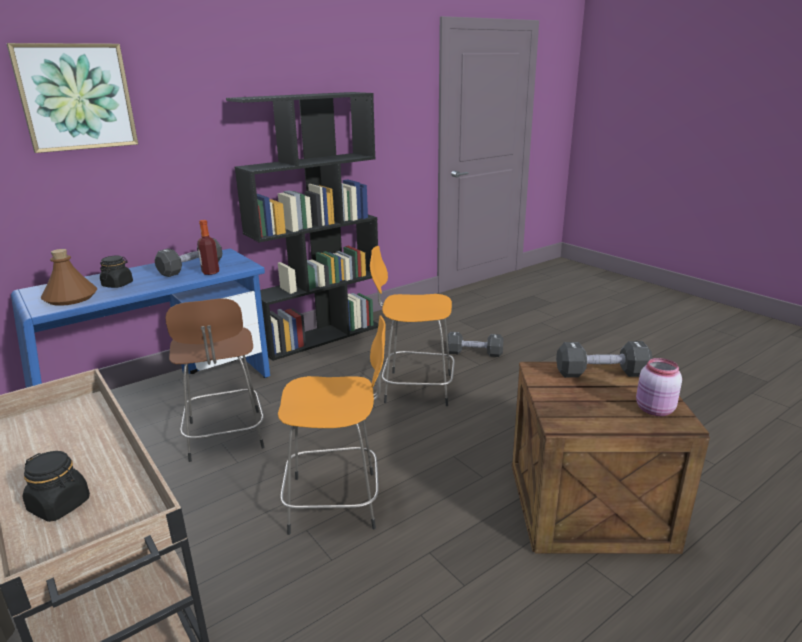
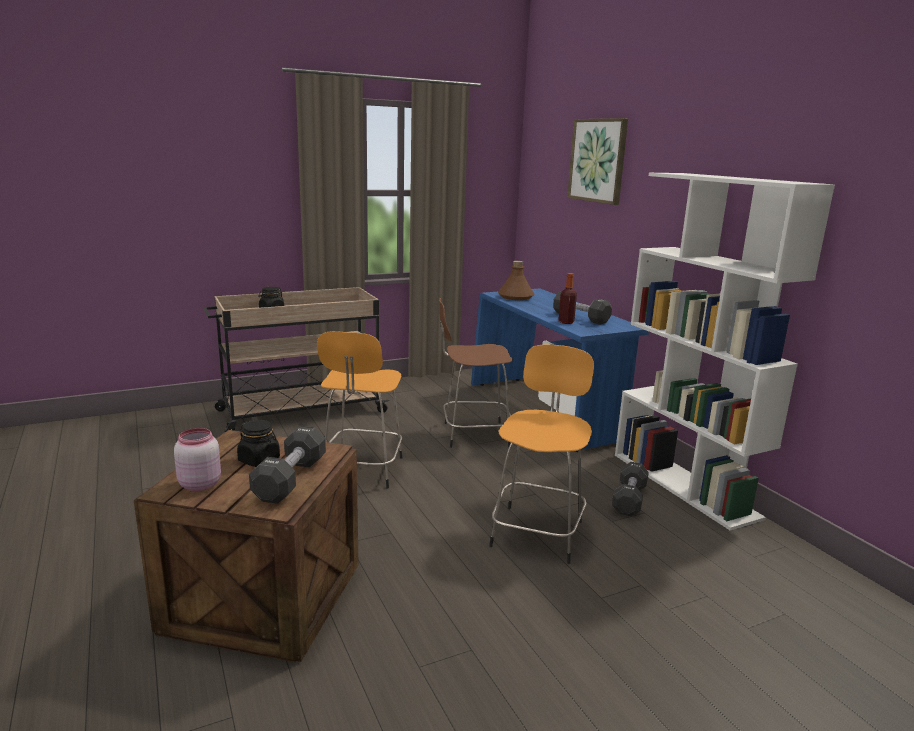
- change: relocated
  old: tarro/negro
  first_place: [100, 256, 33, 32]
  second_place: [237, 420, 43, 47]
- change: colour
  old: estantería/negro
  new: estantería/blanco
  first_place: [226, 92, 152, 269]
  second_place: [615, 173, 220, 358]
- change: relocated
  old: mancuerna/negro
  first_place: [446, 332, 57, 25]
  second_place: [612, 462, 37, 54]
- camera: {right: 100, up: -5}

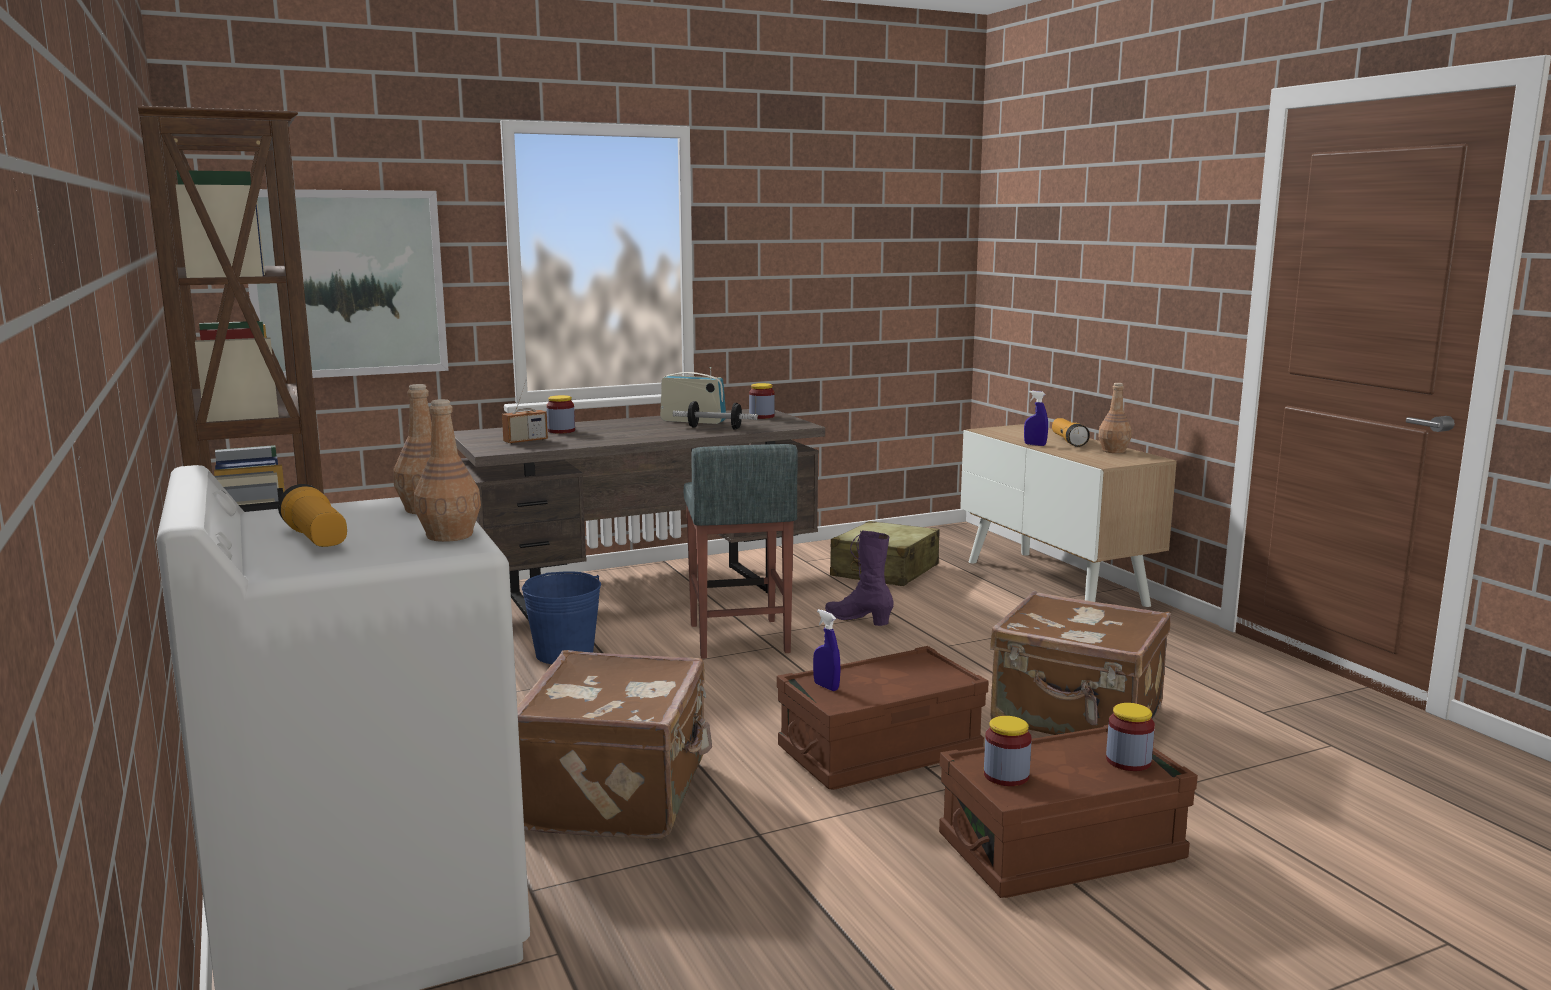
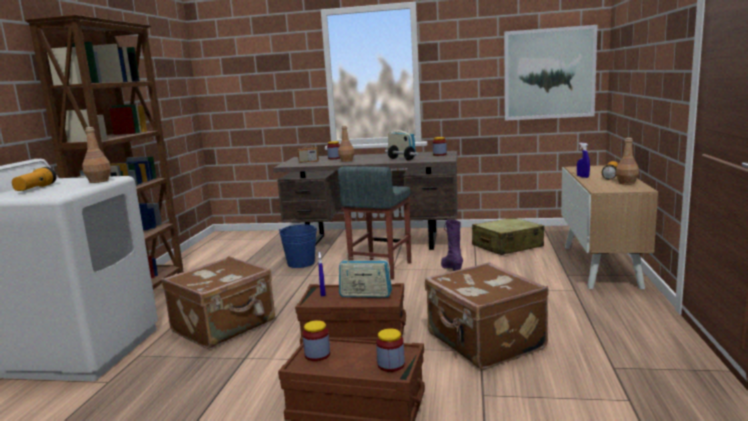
- change: relocated
  old: cuadro
  first_place: [248, 189, 201, 189]
  second_place: [504, 25, 94, 96]
- change: relocated
  old: botella/marrón
  first_place: [414, 399, 67, 143]
  second_place: [338, 126, 16, 36]
- change: appeared
  new: radio
  second_place: [339, 254, 53, 44]
- camera: {right: 35, up: 0}

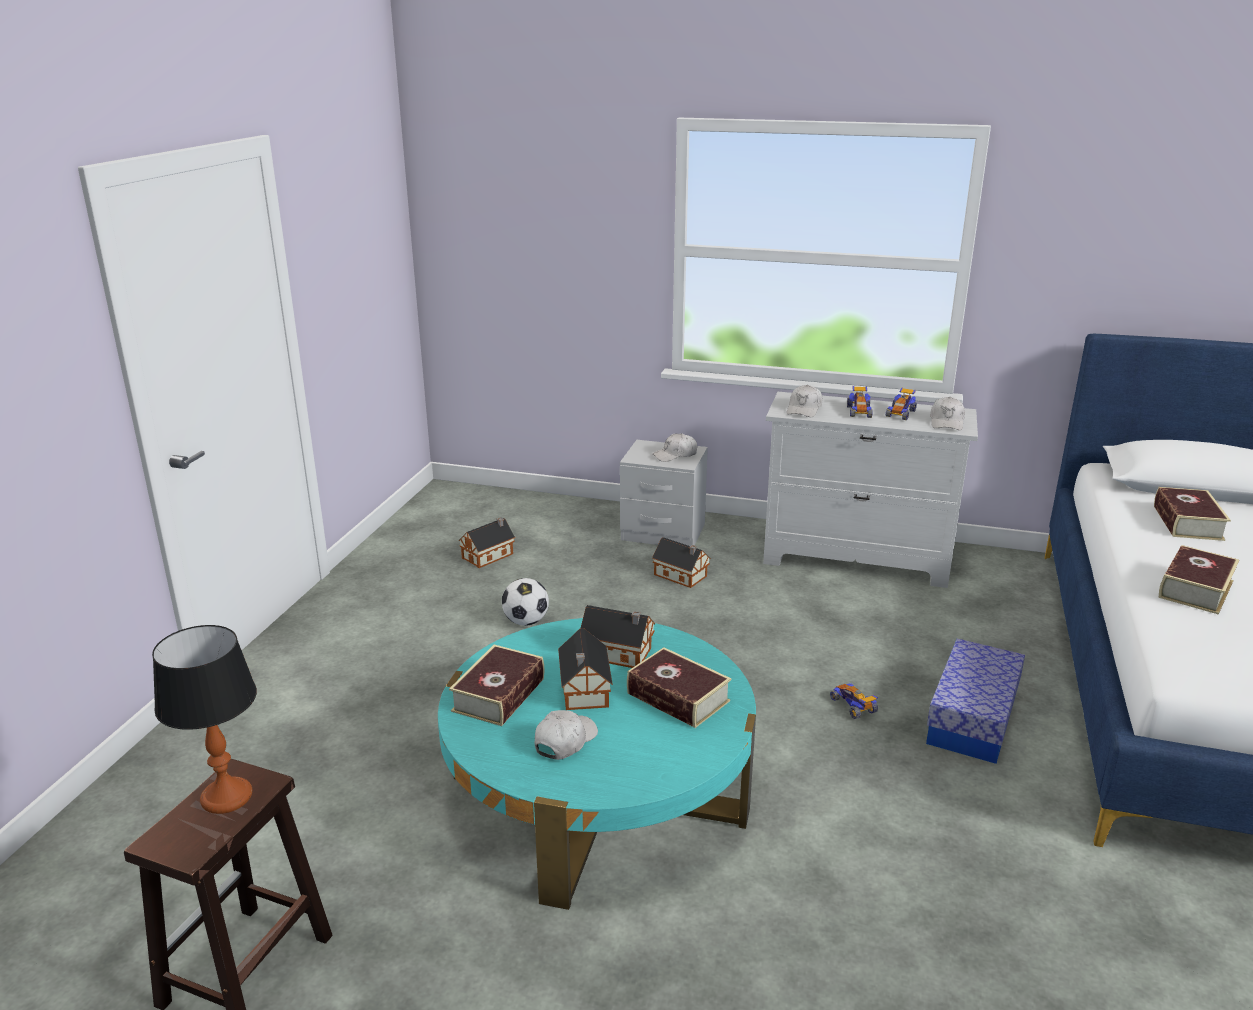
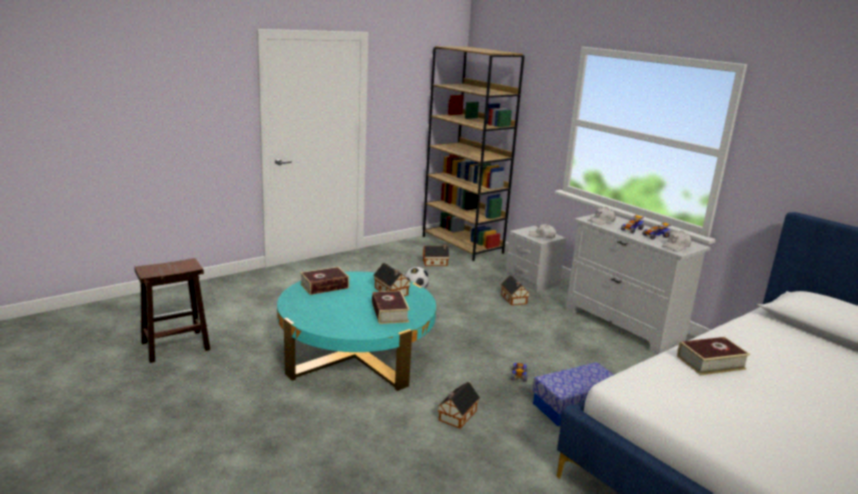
- change: missing
  old: lámpara de mesa
  first_place: [152, 625, 105, 189]
- change: missing
  old: gorra/blanco
  first_place: [535, 710, 63, 50]
- change: relocated
  old: casita
  first_place: [558, 628, 55, 82]
  second_place: [437, 382, 43, 47]
- change: missing
  old: libro
  first_place: [1154, 487, 77, 54]
- change: appeared
  new: estantería/marrón
  second_place: [423, 46, 102, 215]
- camera: {right: 35, up: -5}

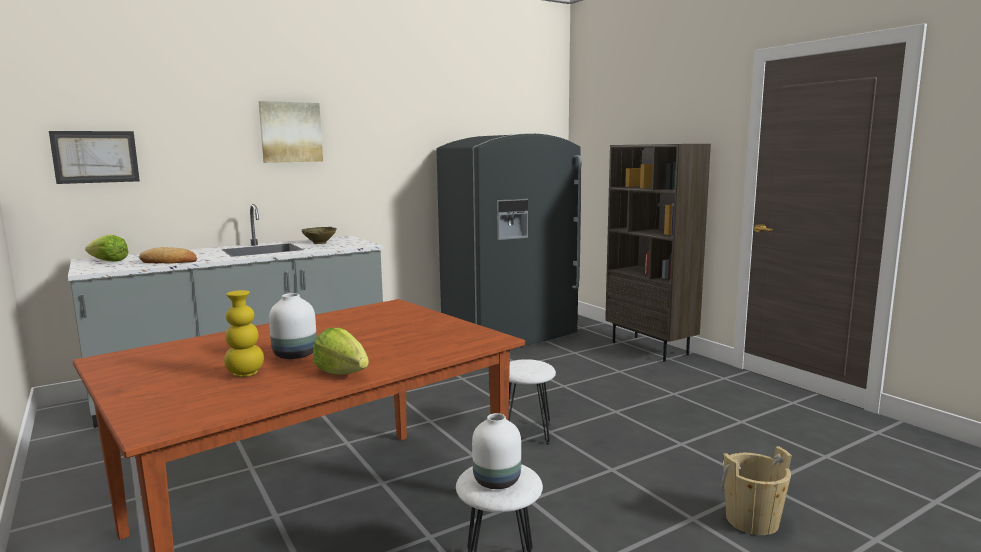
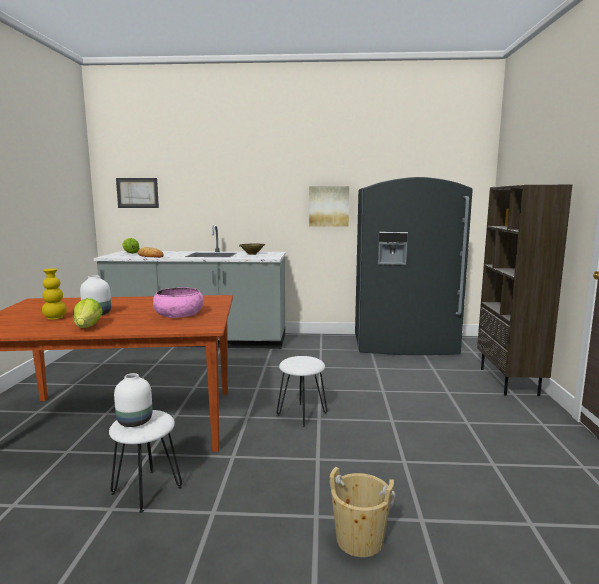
- change: relocated
  old: cuadro
  first_place: [259, 101, 64, 62]
  second_place: [309, 186, 40, 41]
- change: appeared
  new: cuenco/rosa
  second_place: [153, 287, 50, 31]
- camera: {right: 35, up: 0}

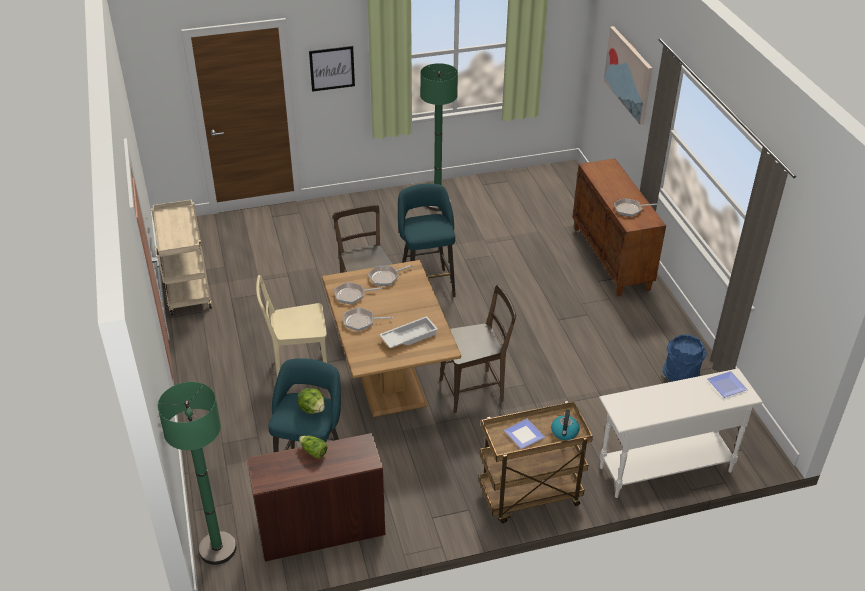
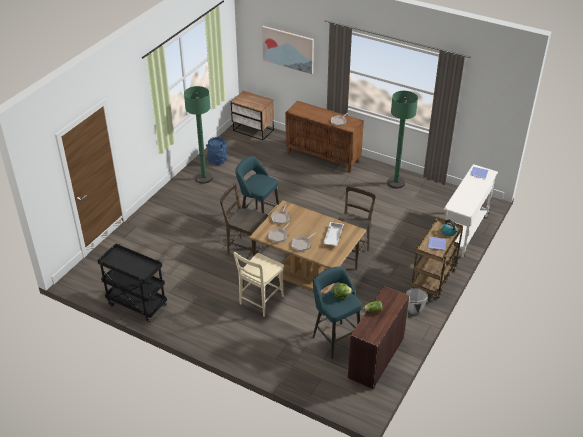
- change: colour
  old: carrito/beis
  new: carrito/negro
  first_place: [151, 199, 61, 116]
  second_place: [97, 243, 70, 80]
- change: relocated
  old: lámpara de pie/verde
  first_place: [158, 382, 78, 183]
  second_place: [387, 91, 31, 98]
- change: missing
  old: cuadro
  first_place: [309, 46, 46, 46]
- change: relocated
  old: cubo/azul
  first_place: [662, 335, 45, 47]
  second_place: [206, 137, 22, 28]
- change: appeared
  new: mesita de noche
  second_place: [231, 91, 43, 49]
- change: appeared
  new: cubo/gris
  second_place: [406, 288, 22, 27]
- camera: {right: -45, up: 0}

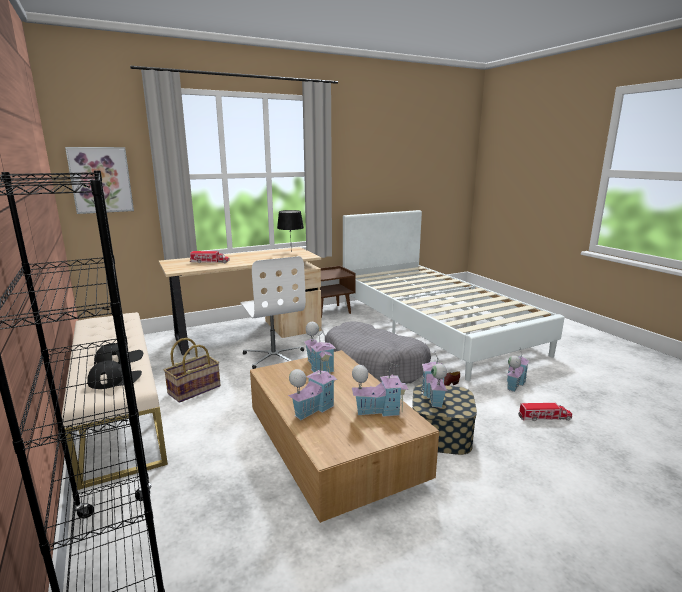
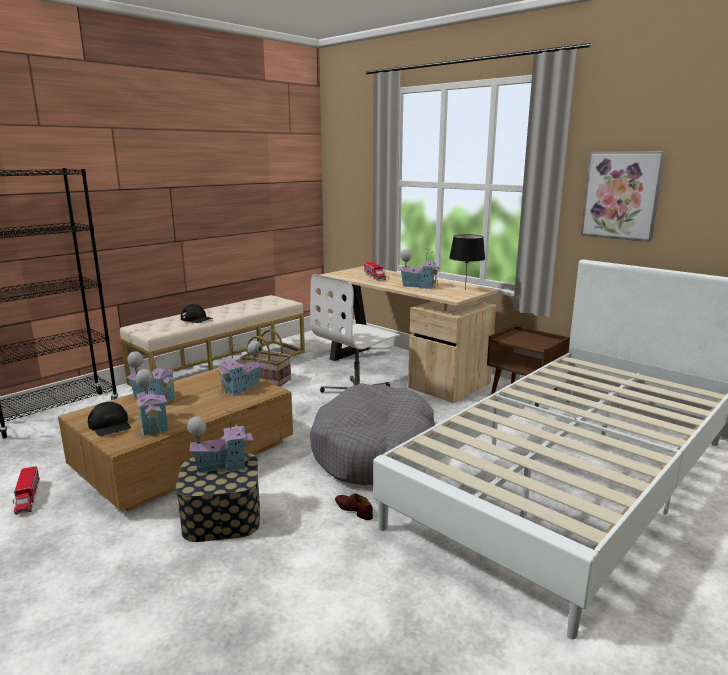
- change: relocated
  old: cuadro
  first_place: [65, 147, 69, 67]
  second_place: [581, 151, 84, 91]
- change: relocated
  old: gorra/negro
  first_place: [87, 360, 55, 29]
  second_place: [88, 402, 43, 34]
- change: relocated
  old: casita
  first_place: [506, 348, 23, 44]
  second_place: [399, 248, 41, 41]
- change: relocated
  old: camión de juguete
  first_place: [518, 403, 54, 18]
  second_place: [13, 466, 27, 49]
- camera: {right: 70, up: 0}

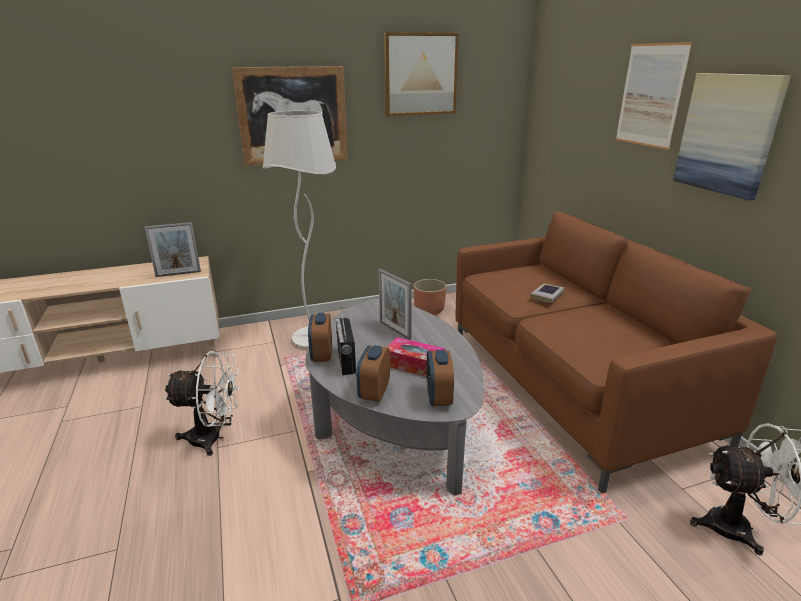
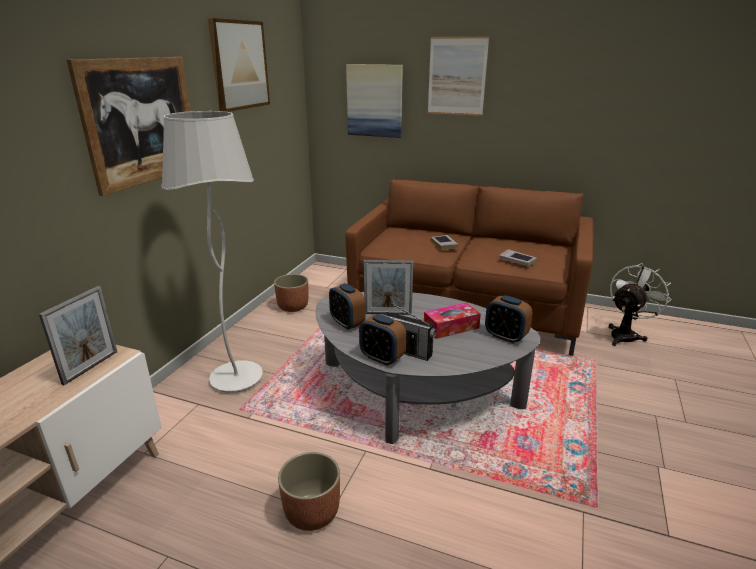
- change: exchanged
  old: ventilador/blanco
  new: maceta
  first_place: [164, 351, 76, 105]
  second_place: [278, 452, 62, 79]
- change: relocated
  old: despertador
  first_place: [356, 345, 34, 56]
  second_place: [329, 283, 37, 47]
- change: relocated
  old: cuadro
  first_place: [673, 73, 118, 127]
  second_place: [346, 64, 57, 74]
- change: appeared
  new: libro
  second_place: [499, 249, 38, 17]
- camera: {right: -50, up: 0}

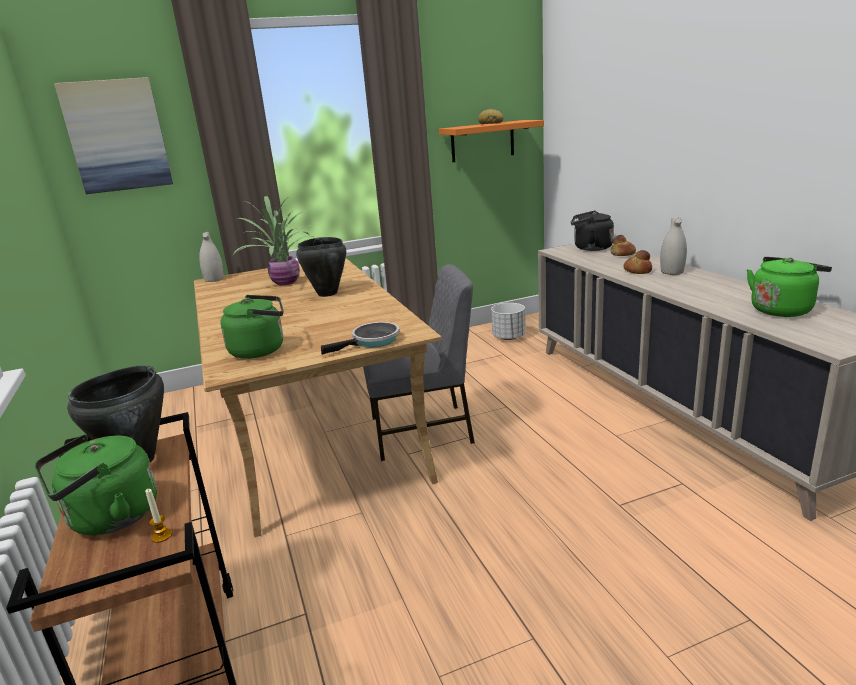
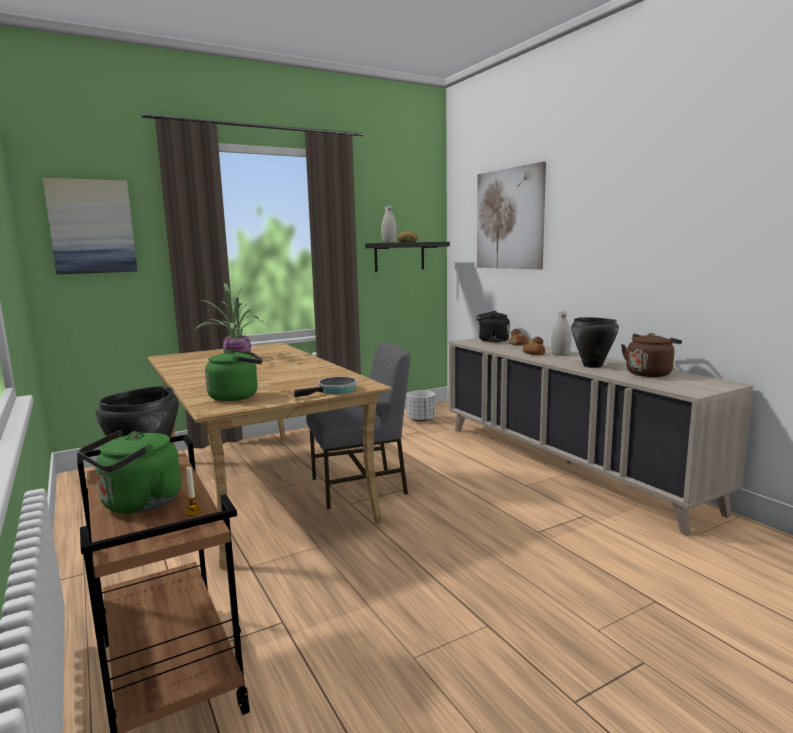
- change: relocated
  old: florero/blanco
  first_place: [199, 232, 25, 50]
  second_place: [381, 205, 16, 38]
- change: relocated
  old: olla/negro
  first_place: [296, 237, 50, 60]
  second_place: [571, 317, 48, 51]
- change: colour
  old: estante/naranja
  new: estante/negro
  first_place: [439, 120, 105, 42]
  second_place: [365, 242, 85, 30]
- change: colour
  old: hervidor/verde
  new: hervidor/marrón
  first_place: [747, 257, 85, 60]
  second_place: [621, 333, 61, 44]
- change: appeared
  new: cuadro
  second_place: [477, 161, 69, 108]
- camera: {right: -10, up: -10}

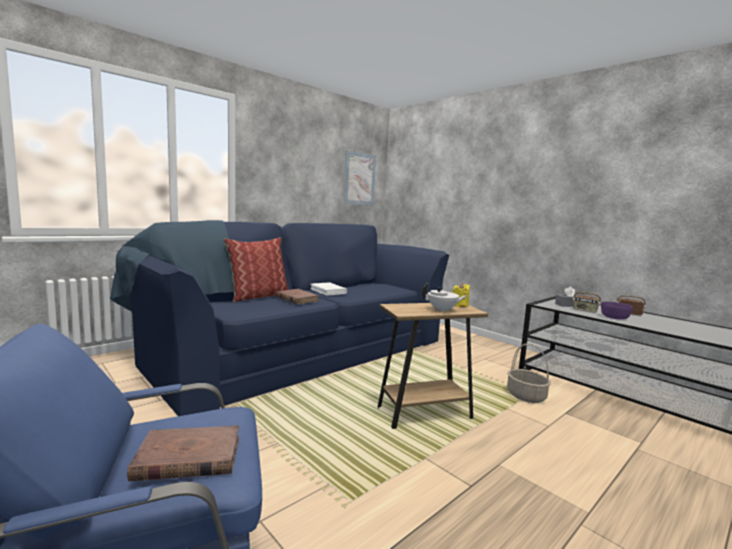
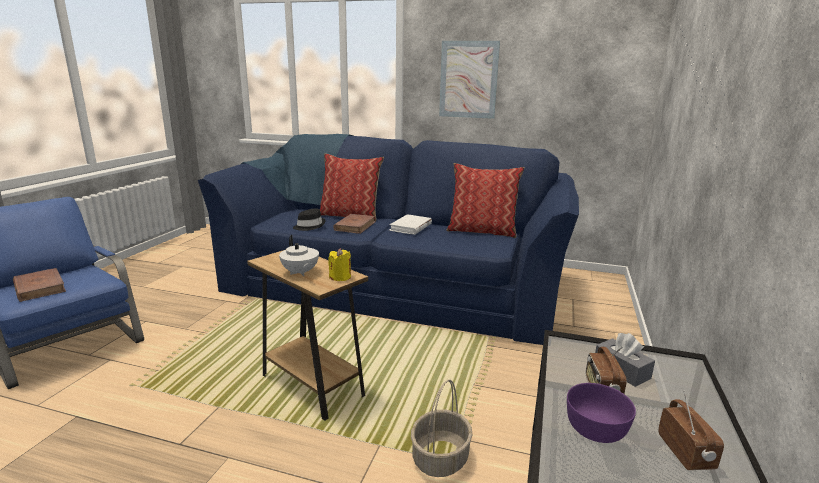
- change: relocated
  old: cuadro
  first_place: [343, 150, 33, 55]
  second_place: [439, 41, 61, 78]
- change: appeared
  new: sombrero/negro
  second_place: [293, 208, 32, 23]
- change: appeared
  new: cojín
  second_place: [446, 163, 79, 75]
- camera: {right: 60, up: 10}

